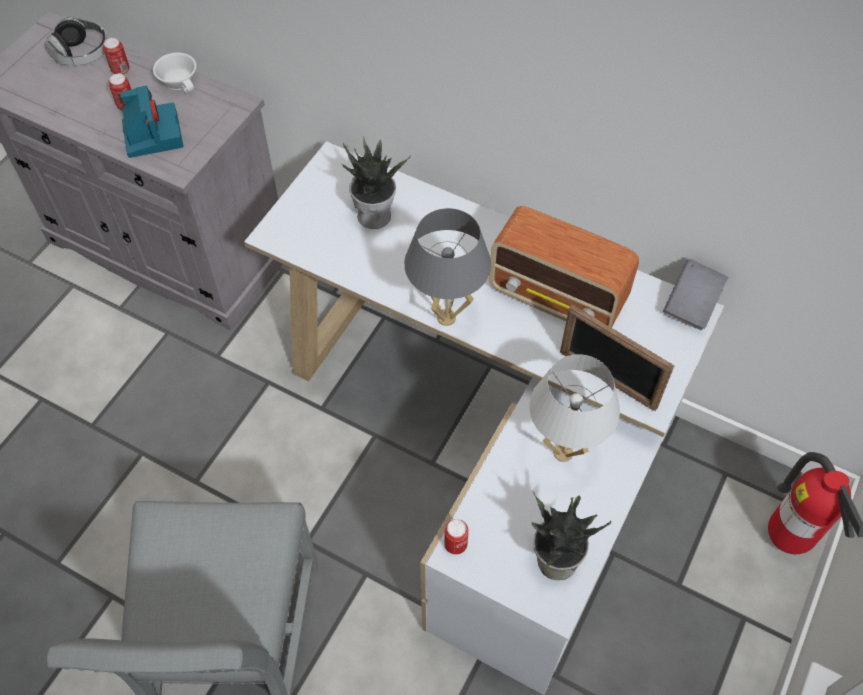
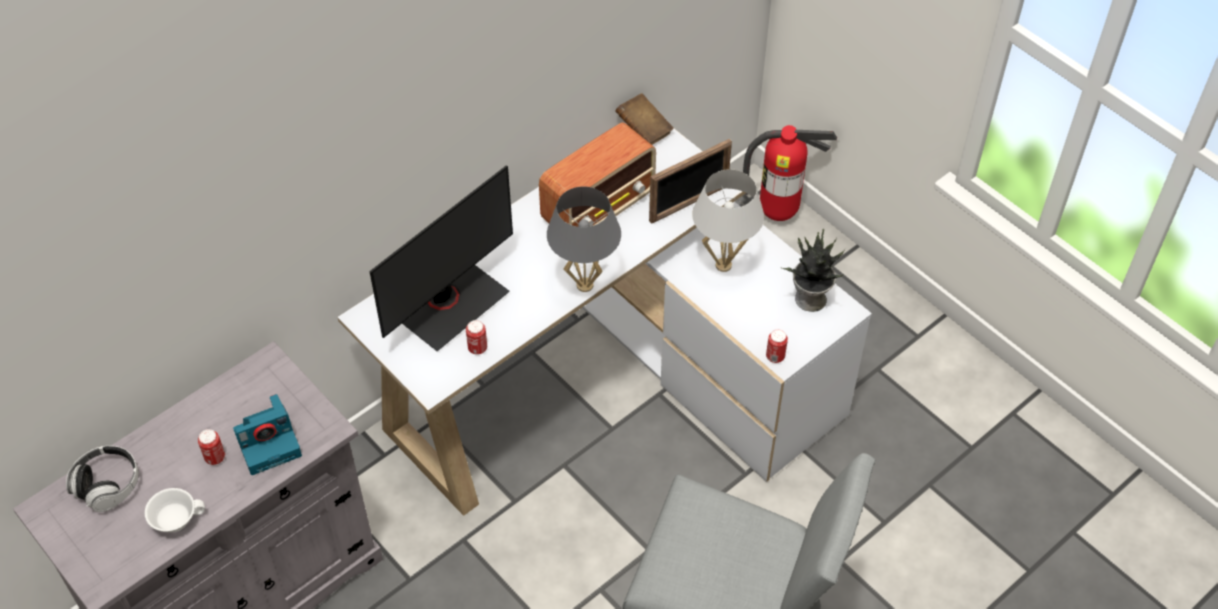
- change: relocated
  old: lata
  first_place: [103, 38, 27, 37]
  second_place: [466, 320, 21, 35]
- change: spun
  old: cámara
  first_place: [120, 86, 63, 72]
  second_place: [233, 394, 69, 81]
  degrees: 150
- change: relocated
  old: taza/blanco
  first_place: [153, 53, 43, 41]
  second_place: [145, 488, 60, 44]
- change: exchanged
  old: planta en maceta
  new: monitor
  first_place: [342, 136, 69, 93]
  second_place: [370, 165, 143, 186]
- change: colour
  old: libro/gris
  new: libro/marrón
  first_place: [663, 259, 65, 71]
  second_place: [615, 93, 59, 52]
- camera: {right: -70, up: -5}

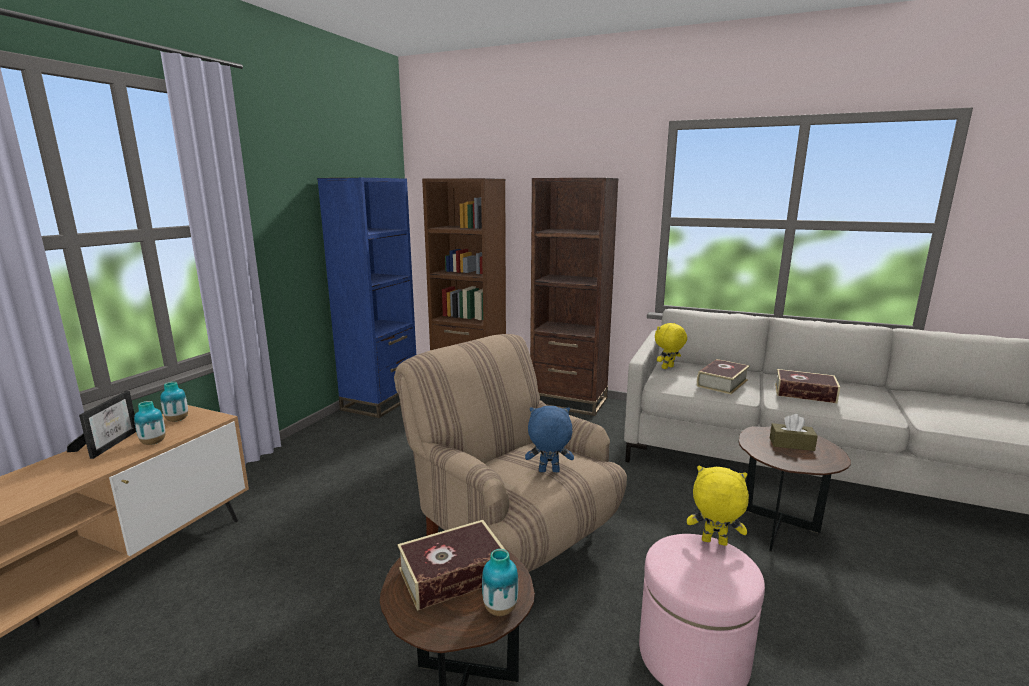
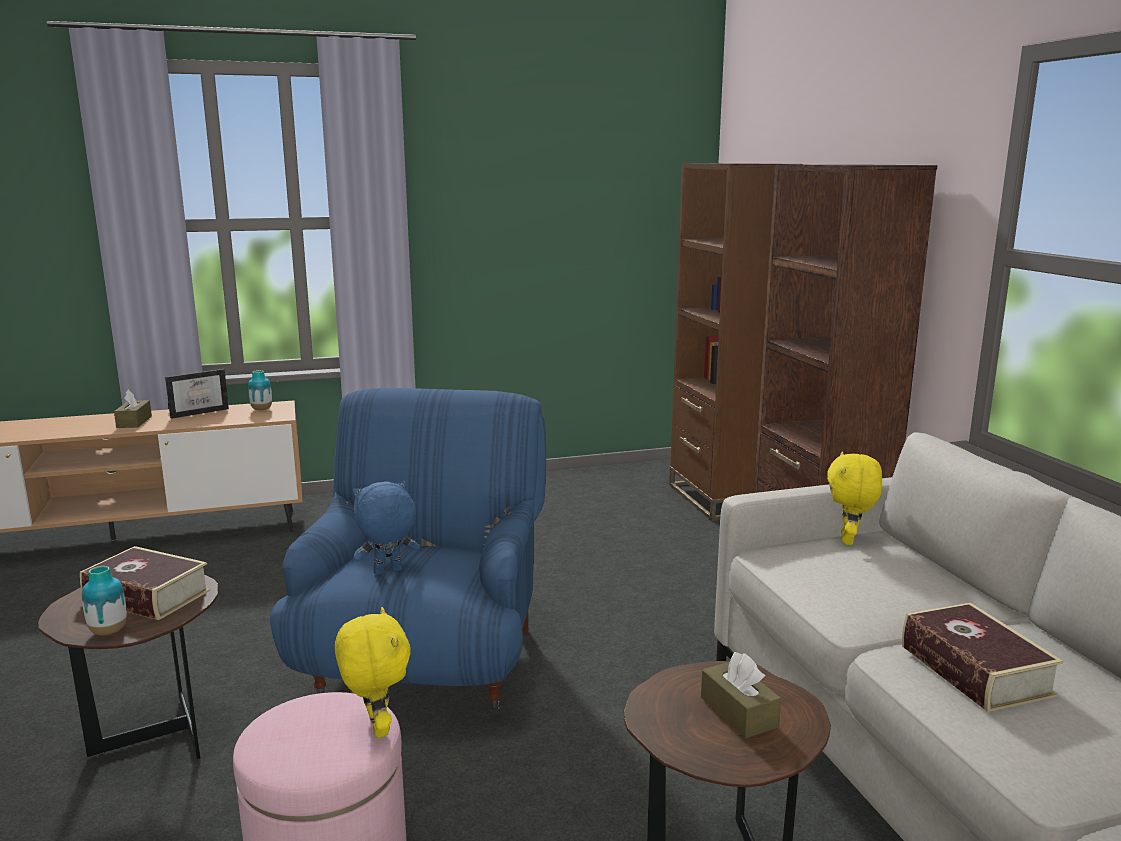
- change: missing
  old: florero
  first_place: [134, 401, 31, 44]
- change: missing
  old: estantería/azul
  first_place: [317, 178, 99, 240]
- change: colour
  old: sillón/beis
  new: sillón/azul
  first_place: [394, 334, 233, 238]
  second_place: [270, 388, 276, 321]
- change: spun
  old: peluche/azul
  first_place: [525, 406, 49, 66]
  second_place: [353, 481, 67, 94]
  degrees: -75
- change: spun
  old: peluche/amarillo
  first_place: [655, 323, 32, 46]
  second_place: [827, 451, 55, 94]
  degrees: -90
- change: missing
  old: libro
  first_place: [697, 359, 53, 35]
- change: appeared
  new: caja de pañuelos/marrón
  second_place: [114, 389, 38, 39]
- camera: {right: 50, up: 0}

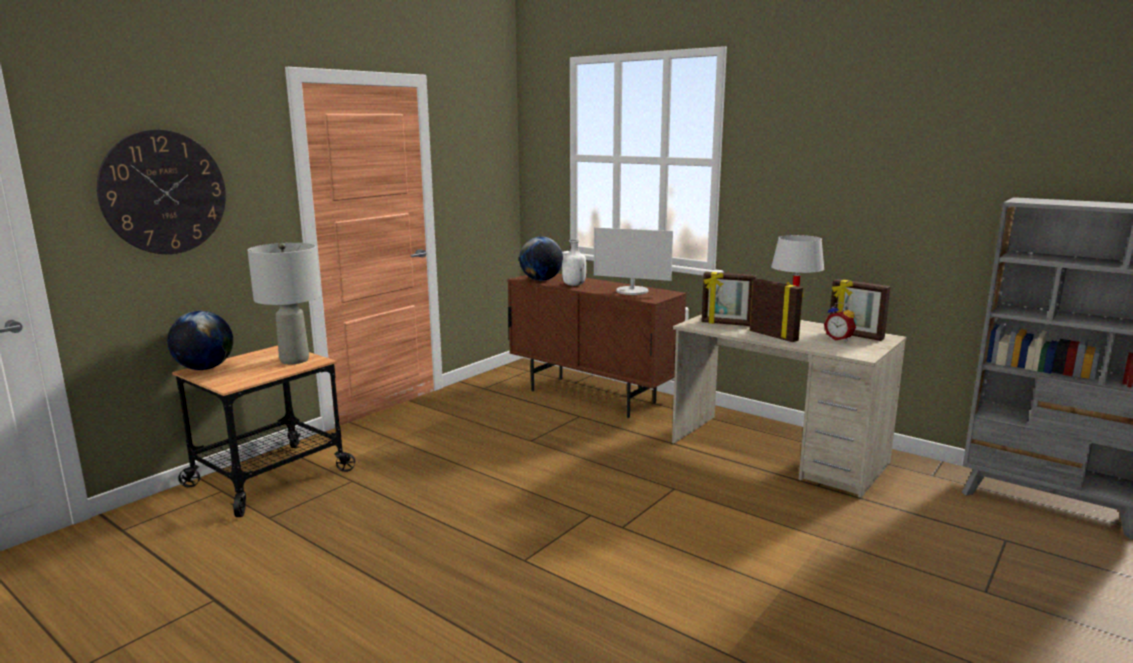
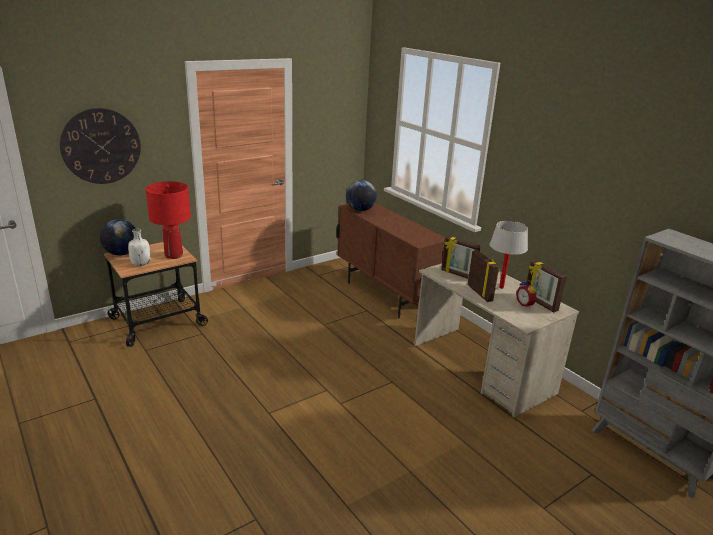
- change: colour
  old: lámpara de mesa/gris
  new: lámpara de mesa/rojo
  first_place: [247, 243, 74, 122]
  second_place: [146, 181, 45, 78]
- change: relocated
  old: botella/blanco
  first_place: [562, 240, 24, 46]
  second_place: [128, 229, 22, 37]
- change: missing
  old: monitor
  first_place: [594, 227, 79, 68]
- camera: {right: 15, up: 10}

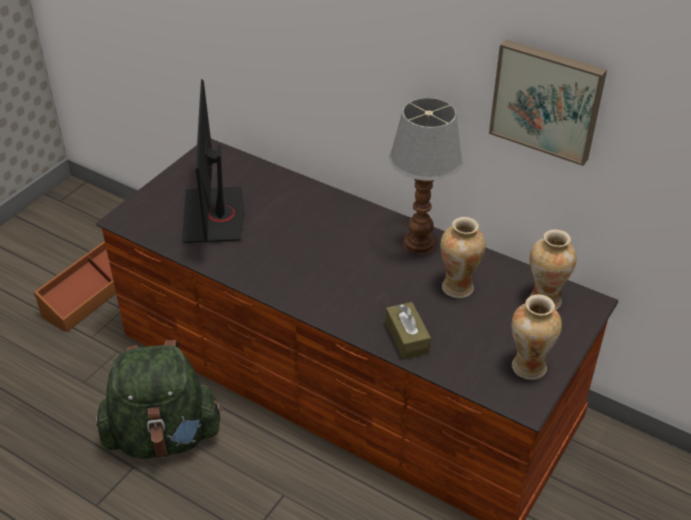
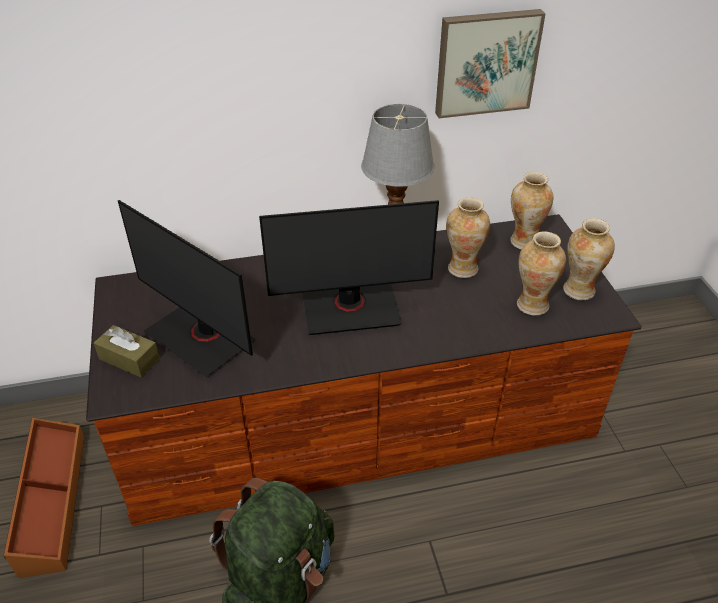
- change: relocated
  old: caja de pañuelos/marrón
  first_place: [385, 302, 46, 58]
  second_place: [94, 325, 66, 52]
- change: appeared
  new: monitor
  second_place: [259, 200, 180, 135]
- change: appeared
  new: florero
  second_place: [517, 231, 49, 85]
- camera: {right: -45, up: 0}

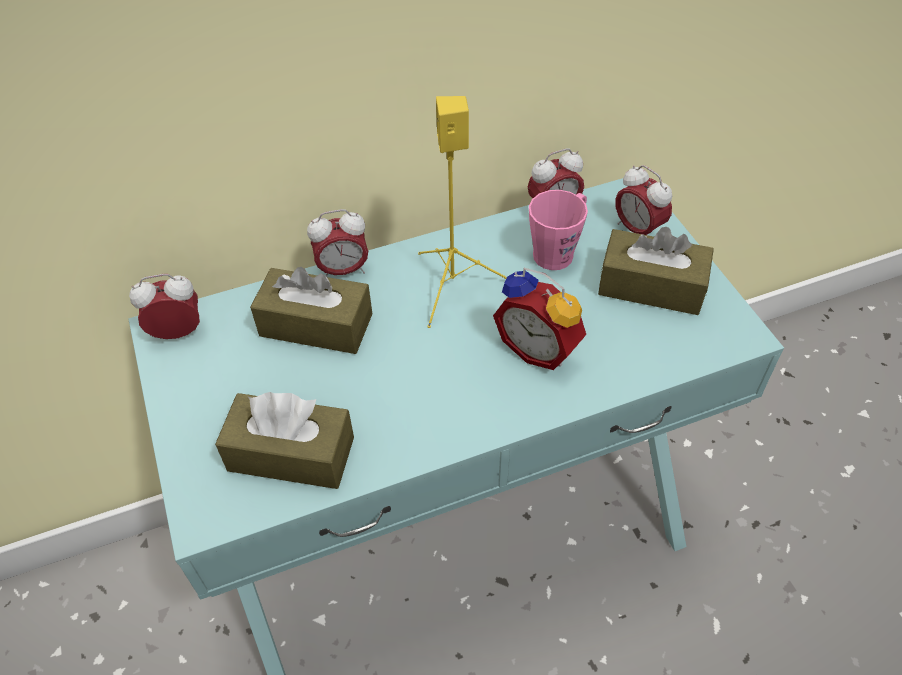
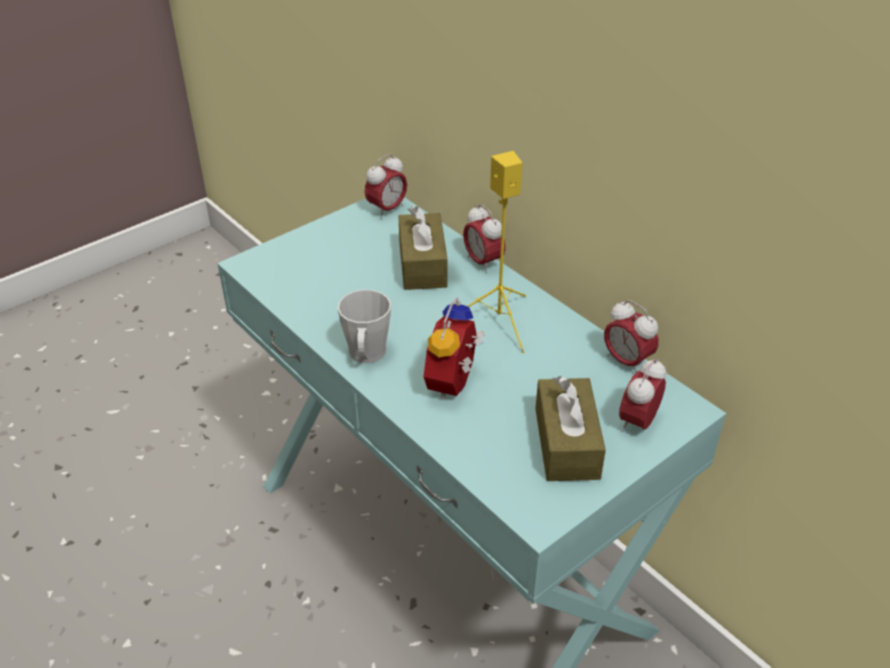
- change: spun
  old: despertador
  first_place: [129, 274, 71, 65]
  second_place: [365, 154, 42, 64]
  degrees: 75
- change: missing
  old: caja de pañuelos/marrón
  first_place: [215, 392, 139, 97]
- change: missing
  old: taza grande/rosa
  first_place: [529, 190, 59, 80]
- change: appeared
  new: taza grande/gris
  second_place: [337, 290, 54, 73]
- camera: {right: 70, up: -10}

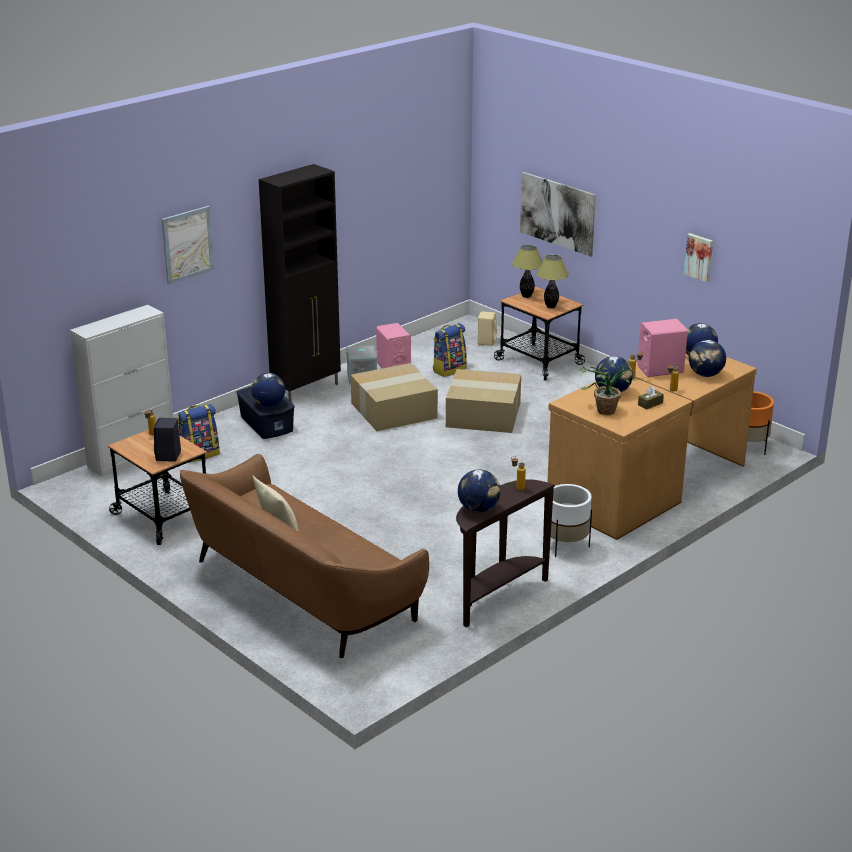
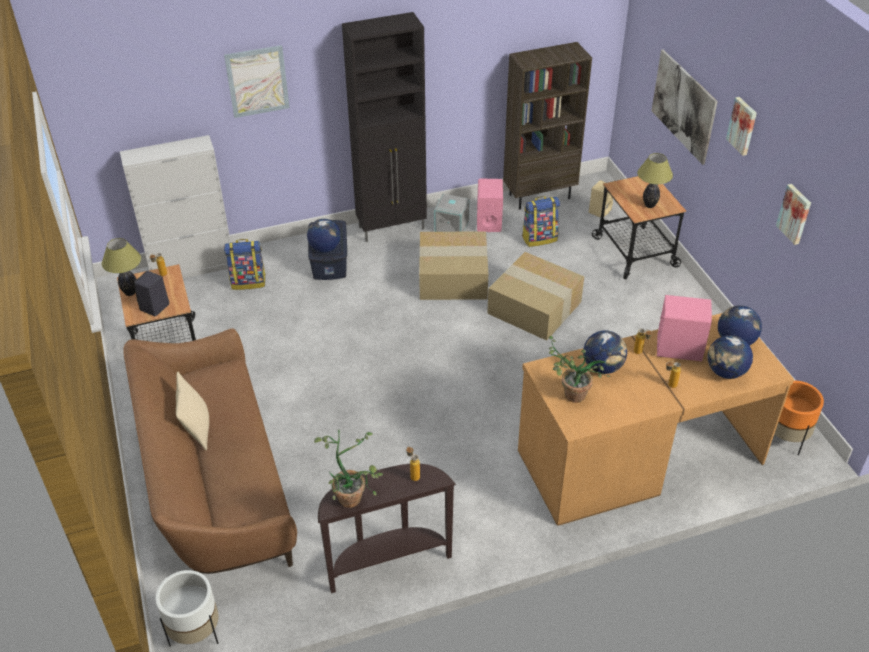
- change: exchanged
  old: globo terráqueo
  new: planta en maceta
  first_place: [458, 469, 43, 44]
  second_place: [314, 429, 69, 79]
- change: relocated
  old: lámpara de mesa
  first_place: [512, 245, 31, 53]
  second_place: [102, 238, 39, 58]
- change: relocated
  old: maceta/blanco
  first_place: [551, 484, 41, 73]
  second_place: [156, 570, 63, 76]
- change: missing
  old: caja de pañuelos/marrón
  first_place: [638, 386, 26, 24]
- change: appeared
  new: estantería/marrón
  second_place: [503, 42, 89, 168]
- change: appeared
  new: cuadro
  second_place: [726, 97, 31, 59]
- camera: {right: 25, up: 15}

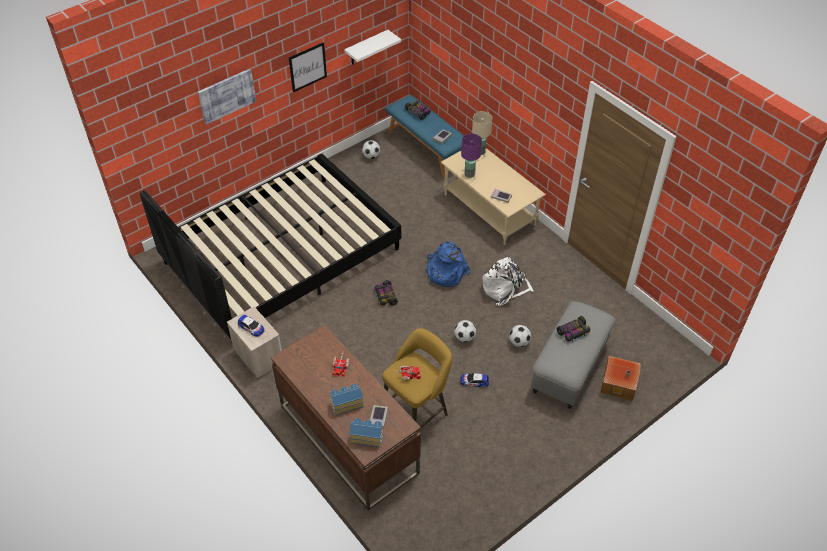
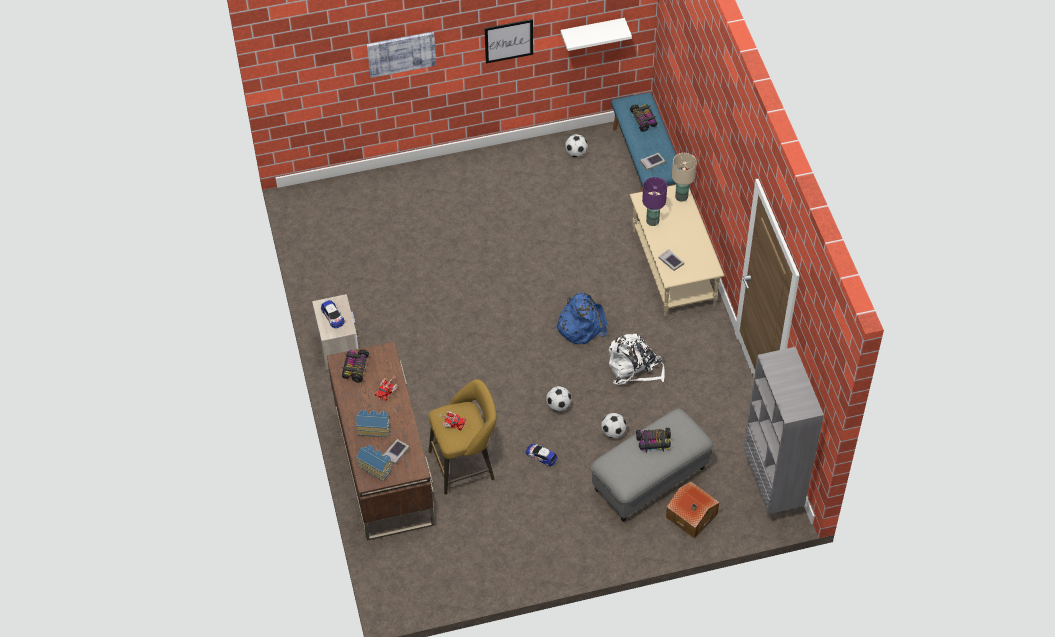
- change: missing
  old: cama/negro
  first_place: [140, 154, 261, 188]
- change: relocated
  old: coche de juguete
  first_place: [374, 280, 24, 26]
  second_place: [341, 349, 28, 34]
- change: appeared
  new: estantería/gris
  second_place: [743, 347, 81, 171]
- camera: {right: 25, up: 5}

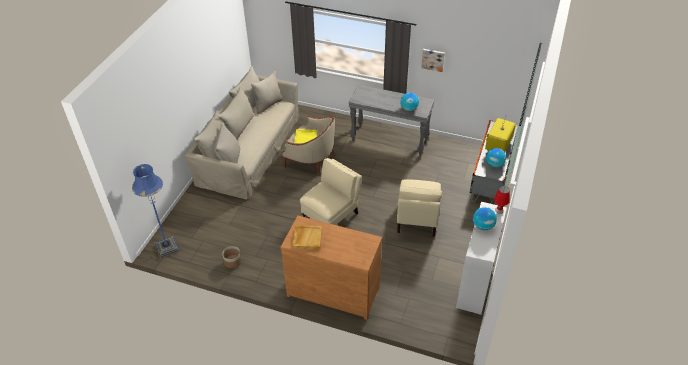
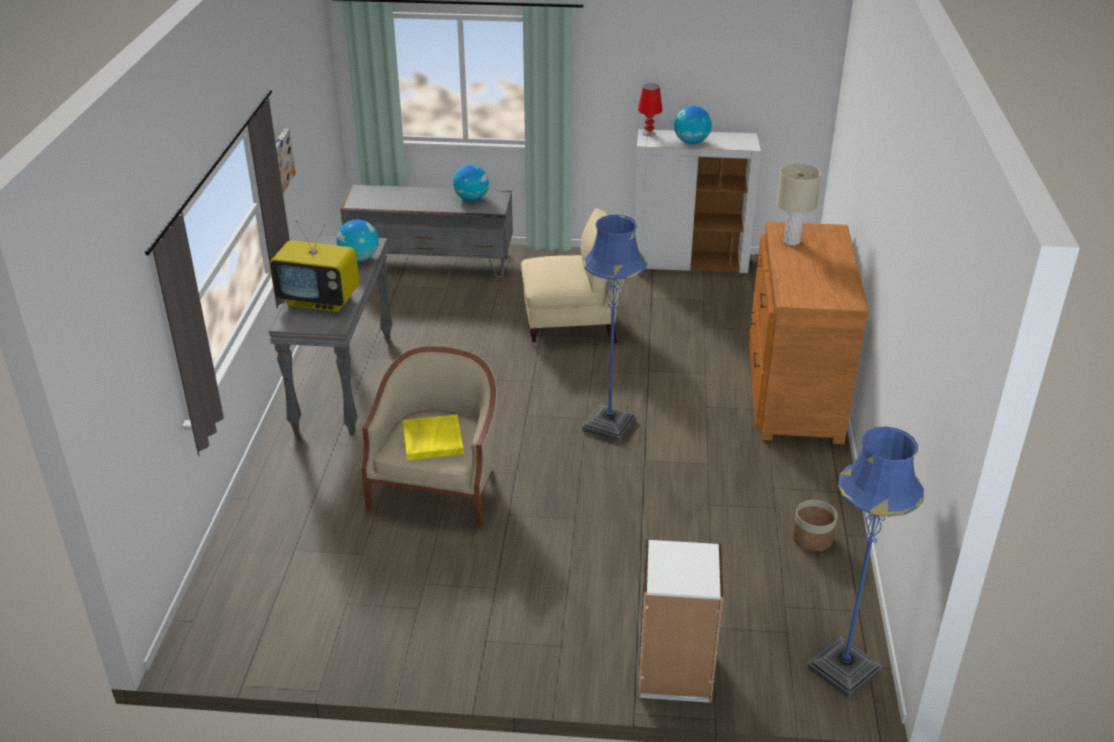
- change: missing
  old: sofá/beis
  first_place: [185, 66, 114, 134]
- change: missing
  old: bandeja/beis
  first_place: [292, 225, 30, 25]
- change: exchanged
  old: sillón/beis
  new: lámpara de pie/azul
  first_place: [300, 158, 62, 67]
  second_place: [582, 215, 65, 228]
- change: relocated
  old: televisor
  first_place: [485, 114, 31, 38]
  second_place: [270, 221, 89, 91]
- change: appeared
  new: estantería/blanco
  second_place: [638, 539, 85, 164]
- change: appeared
  new: lámpara de mesa/beis
  second_place: [776, 163, 45, 82]
- camera: {right: -105, up: -10}

